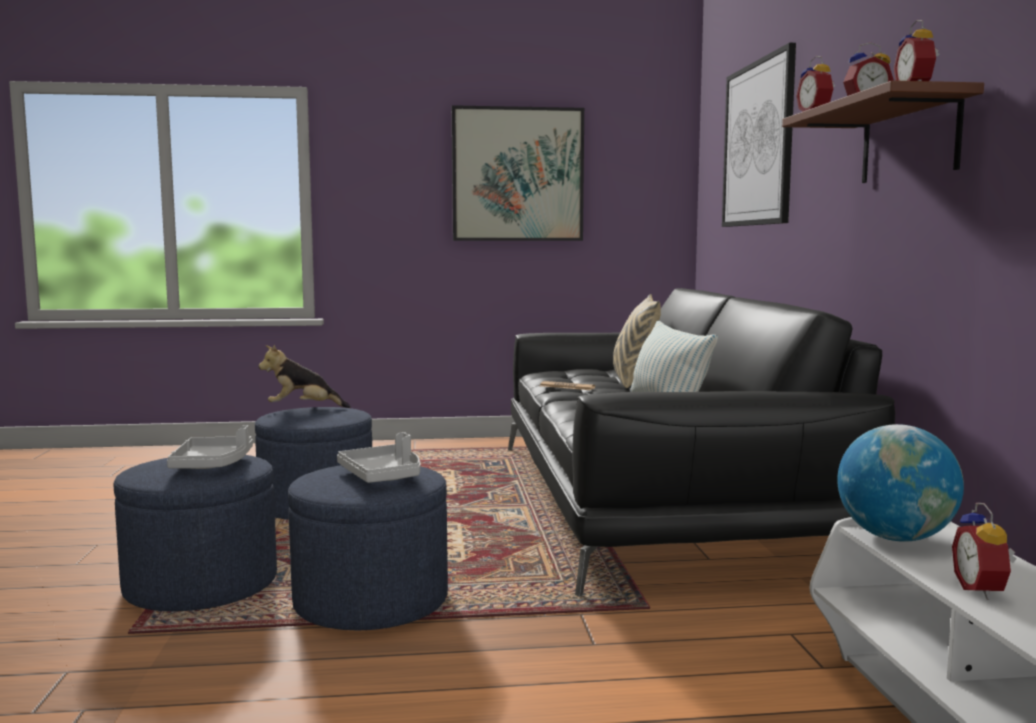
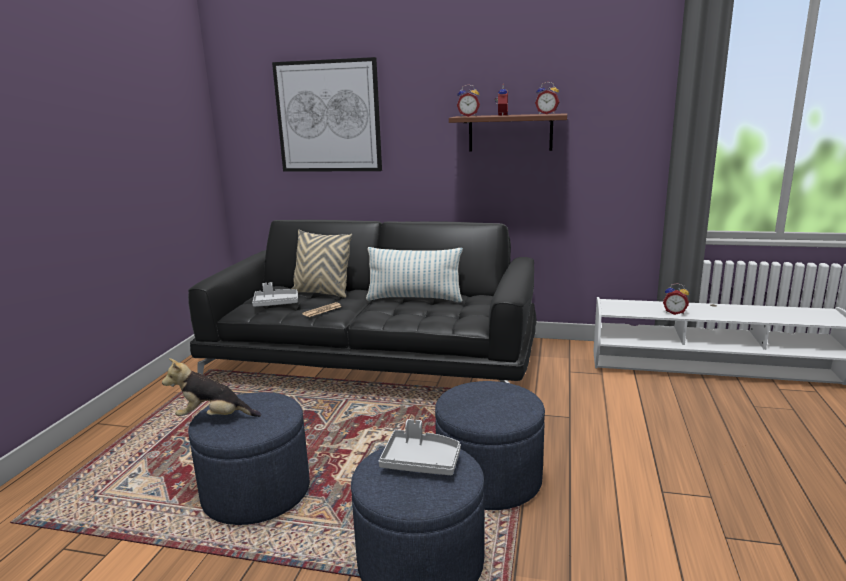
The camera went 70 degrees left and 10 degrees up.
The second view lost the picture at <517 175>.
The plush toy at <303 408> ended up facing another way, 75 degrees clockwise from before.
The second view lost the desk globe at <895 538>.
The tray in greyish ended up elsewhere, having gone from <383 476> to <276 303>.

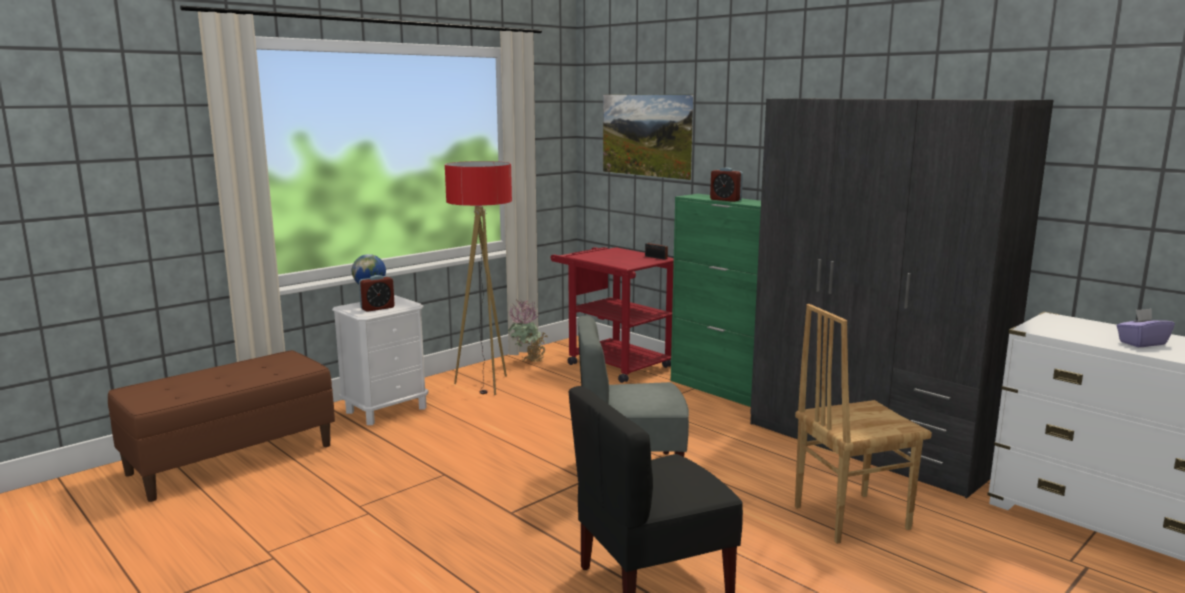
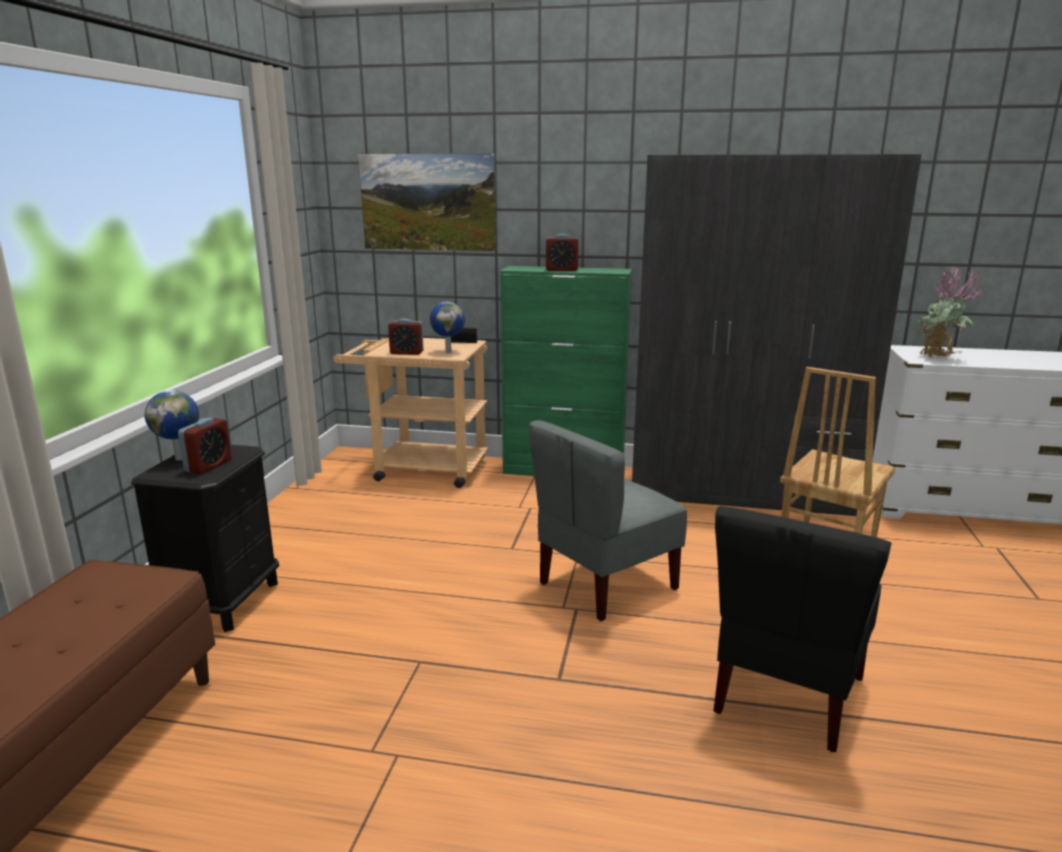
The camera went 35 degrees left and 5 degrees up.
The second view lost the standard lamp at <485 385>.
What was the cart in reddish at <612 363> turned into the cart in sand-coloured at <420 469>.
What was the bedside table in whitish at <386 410> turned into the bedside table in black at <225 601>.
The potted plant ended up elsewhere, having gone from <528 363> to <940 358>.
The second view lost the tissue box in purple-coloured at <1141 343>.
The second view gained the desk globe at <448 352>.
The second view gained the bedside clock at <406 353>.

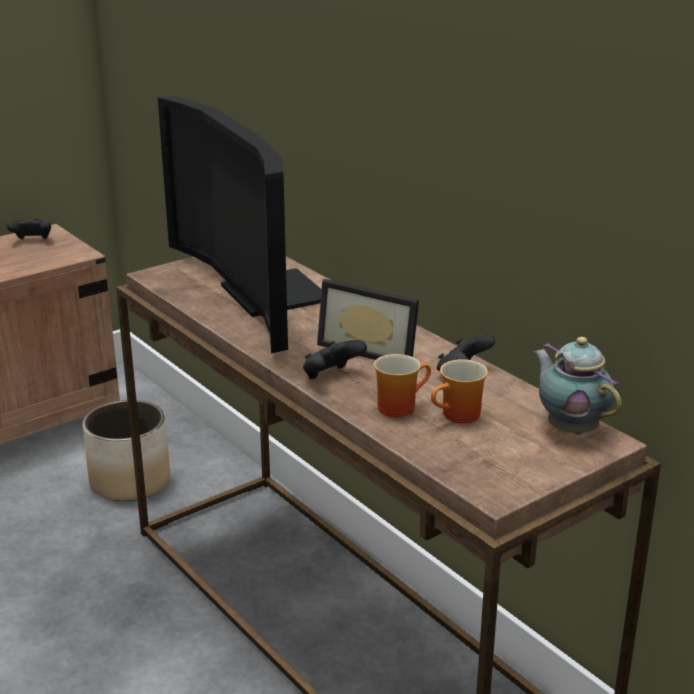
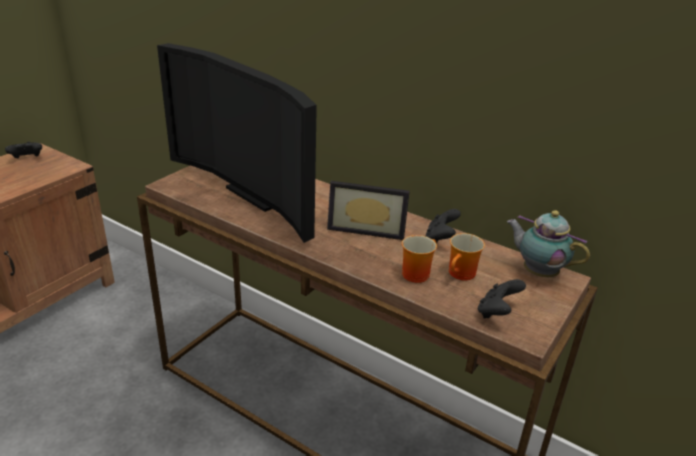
The camera went 20 degrees left and 5 degrees up.
The gamepad in black ended up elsewhere, having gone from <331 377> to <497 312>.
The second view lost the planter at <130 481>.

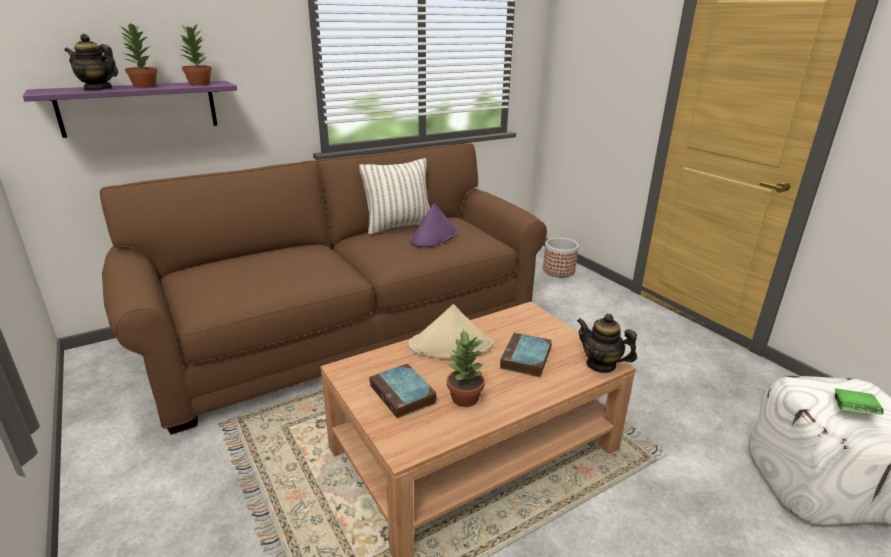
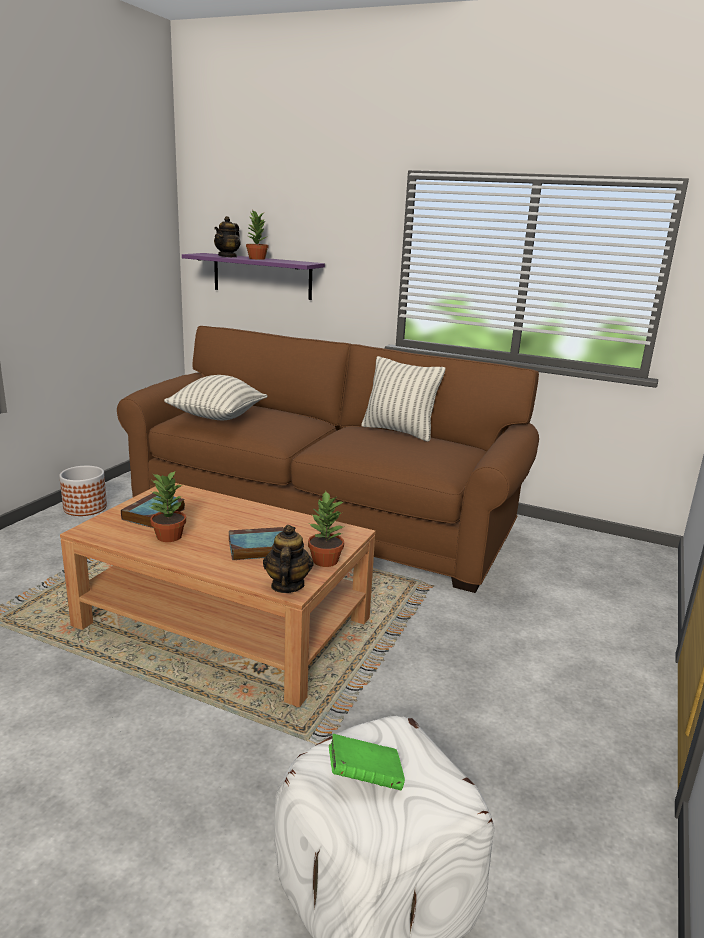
The camera went 55 degrees right and 5 degrees down.
The potted plant ended up elsewhere, having gone from <199 84> to <325 561>.
The teapot at <98 89> ended up facing another way, 135 degrees counterclockwise from before.
The second view lost the wearable hat in purple-coloured at <434 237>.
The planter ended up elsewhere, having gone from <559 270> to <85 508>.
The second view lost the wearable hat in sand-coloured at <451 346>.
The second view gained the cushion at <217 418>.

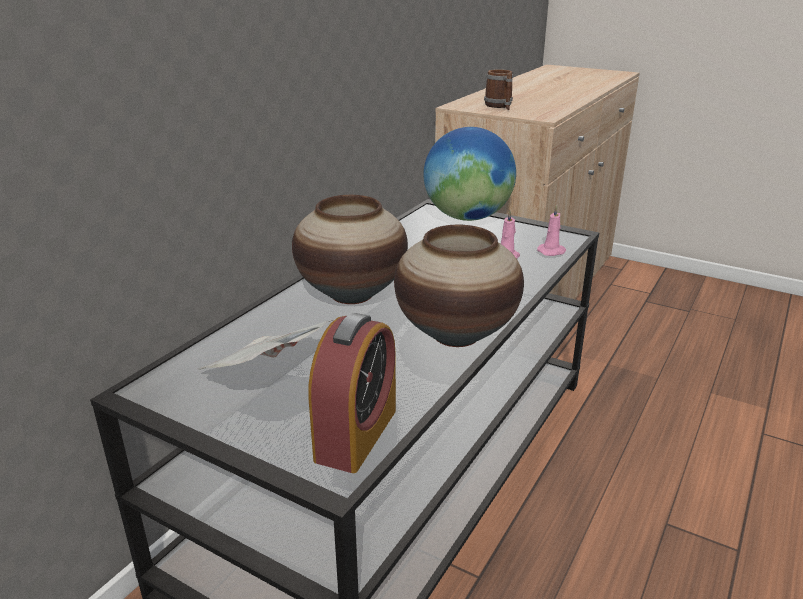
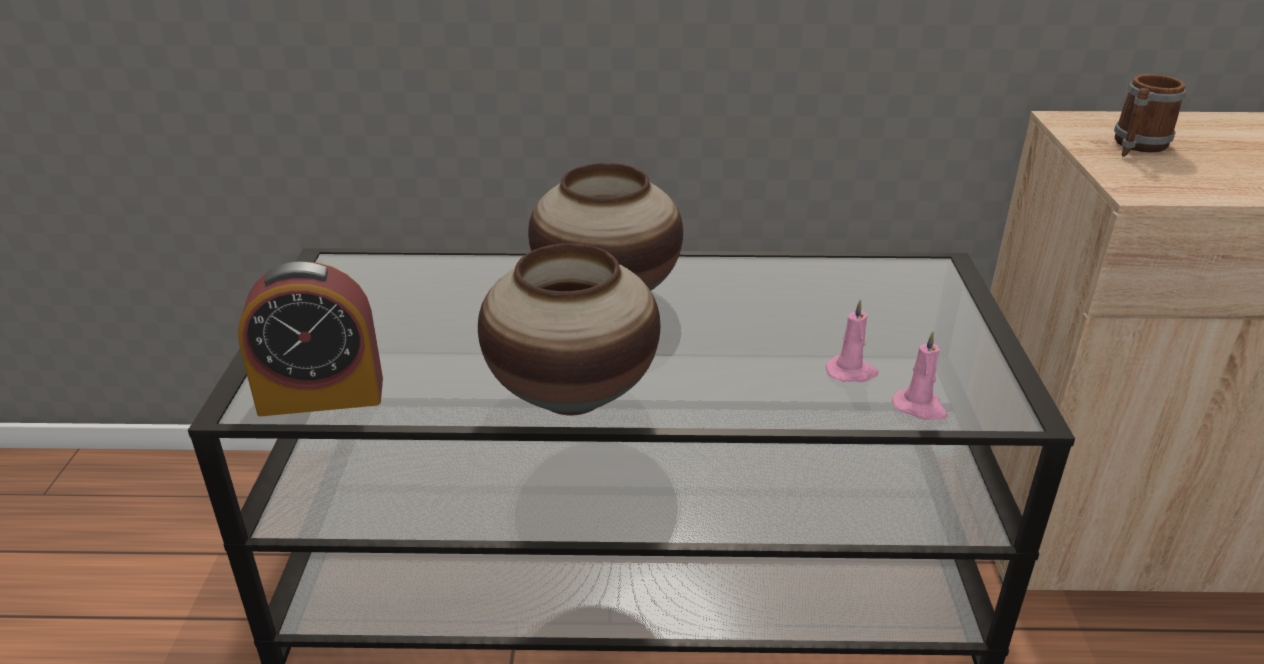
The camera went 60 degrees right and 5 degrees up.
The second view lost the desk globe at <467 217>.
The second view lost the newspaper at <272 377>.

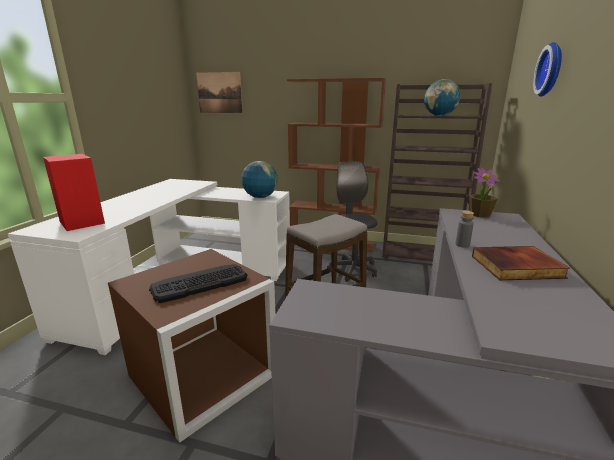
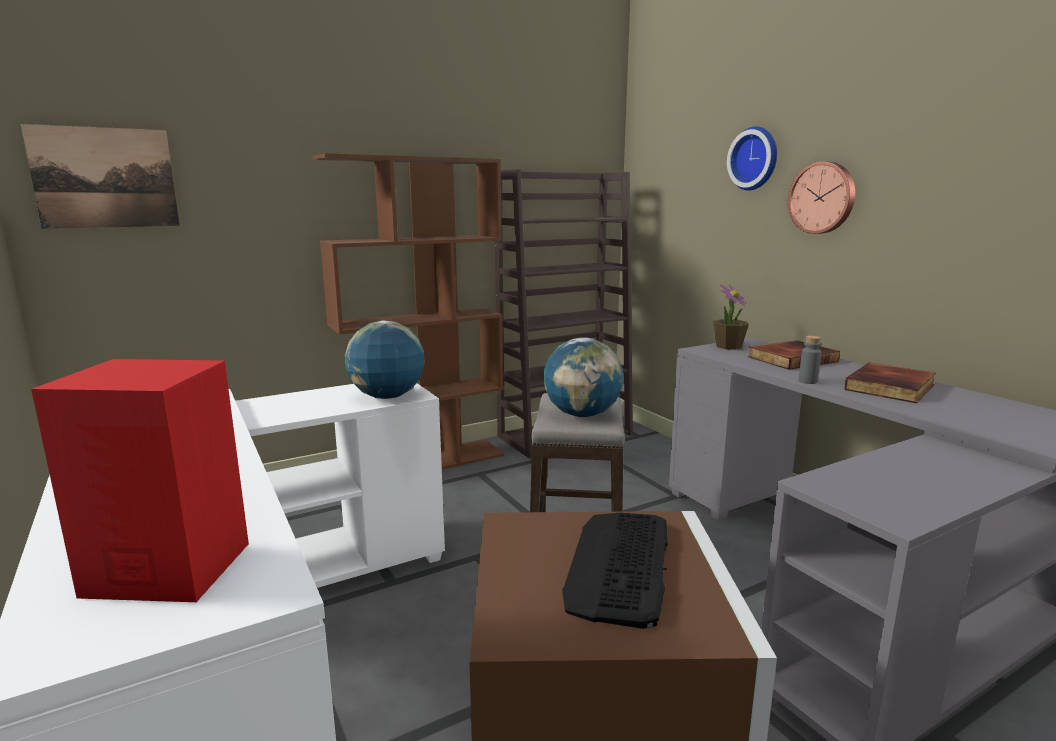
The camera went 45 degrees left and 5 degrees down.
The desk globe ended up elsewhere, having gone from <439 115> to <582 415>.
The second view lost the computer chair in greyish at <353 270>.
The second view gained the clock on the wall at <822 198>.
The second view gained the volume at <791 359>.

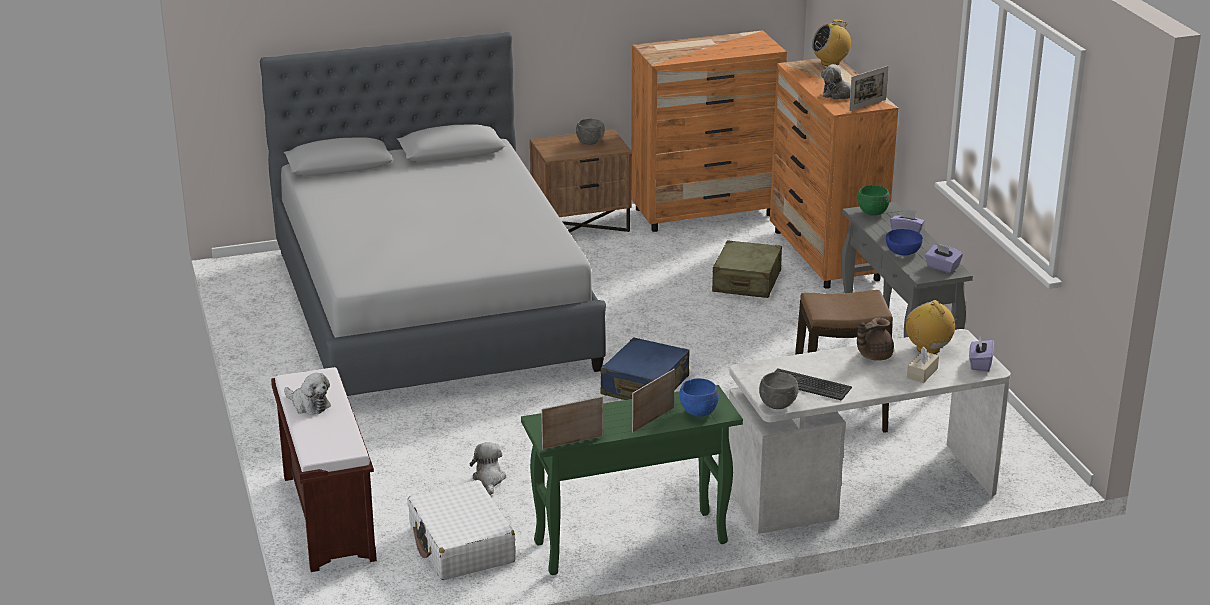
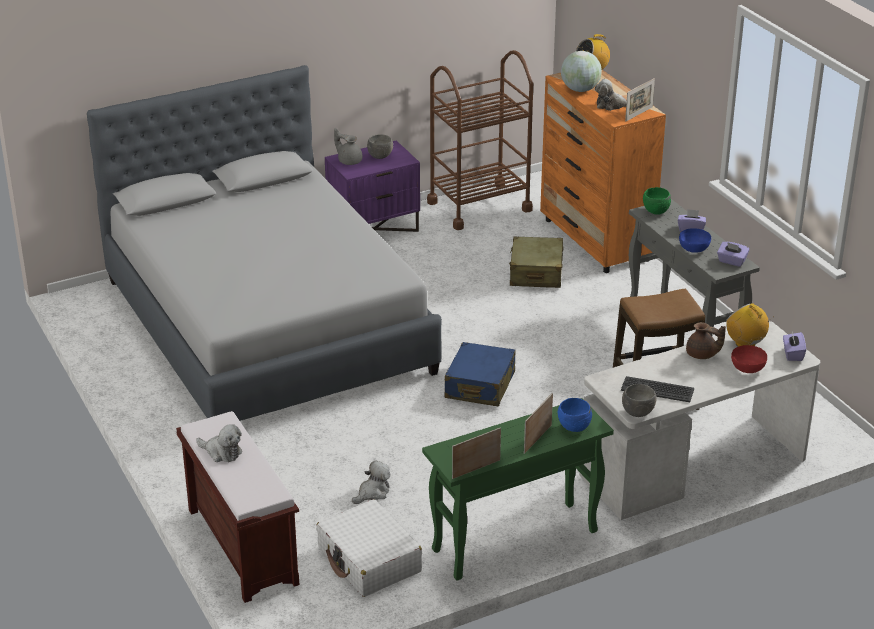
The camera went 10 degrees left and 5 degrees up.
Where the dresser in orange-coloured stood at <705 212>, the cart in brown-coloured came to stand at <479 206>.
What was the bedside table in brown-coloured at <581 225> turned into the bedside table in purple-coloured at <374 229>.
The teapot in brown-coloured at <873 355> ended up facing another way, 105 degrees counterclockwise from before.
Where the tissue box in sand-coloured stood at <922 373>, the serving bowl in reddish came to stand at <748 368>.
The plush toy at <489 479> ended up facing another way, 60 degrees clockwise from before.
The second view gained the desk globe at <580 89>.
The second view gained the teapot in greyish at <349 161>.

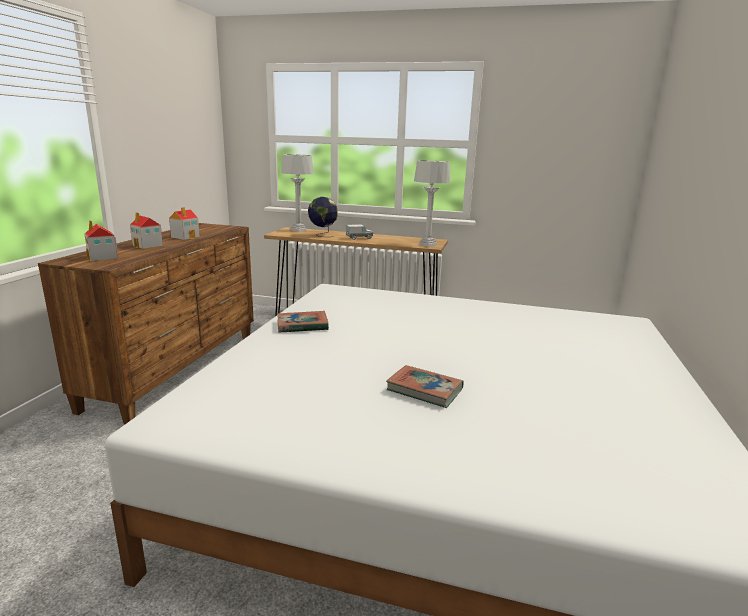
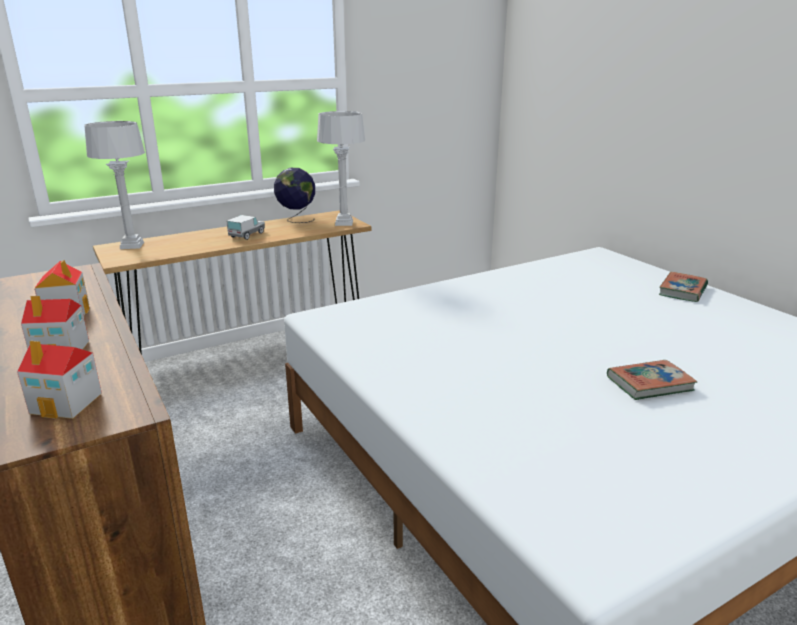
The camera went 45 degrees left and 5 degrees up.
The desk globe ended up elsewhere, having gone from <323 235> to <296 220>.
The volume ended up elsewhere, having gone from <302 325> to <682 290>.

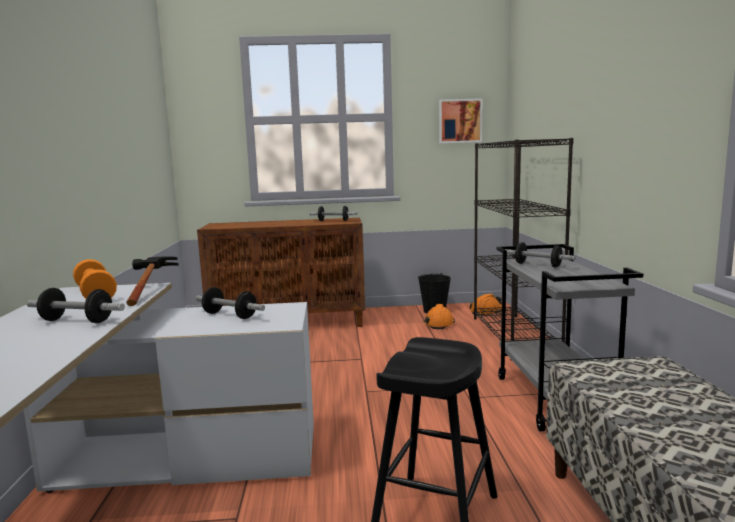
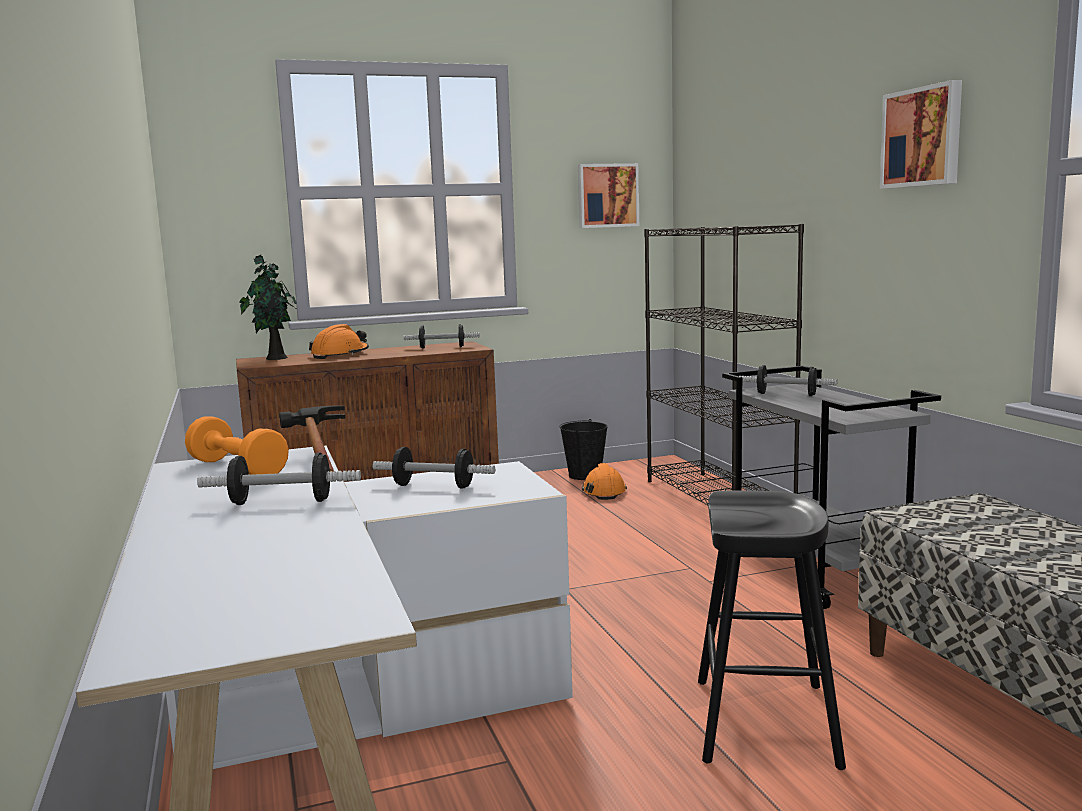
The camera went 15 degrees left and 0 degrees up.
The safety helmet in orange-coloured ended up elsewhere, having gone from <487 312> to <340 355>.
The second view gained the picture at <923 137>.
The second view gained the potted plant at <274 358>.

